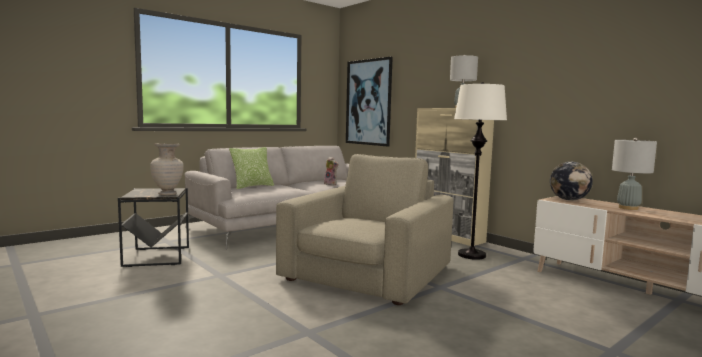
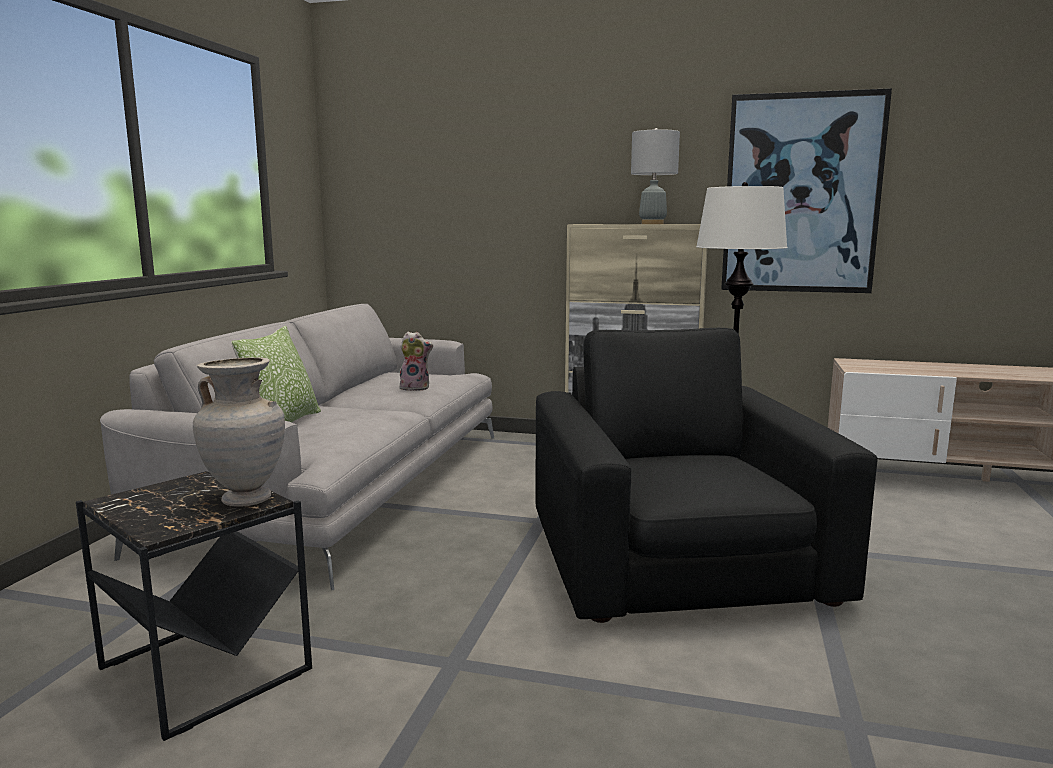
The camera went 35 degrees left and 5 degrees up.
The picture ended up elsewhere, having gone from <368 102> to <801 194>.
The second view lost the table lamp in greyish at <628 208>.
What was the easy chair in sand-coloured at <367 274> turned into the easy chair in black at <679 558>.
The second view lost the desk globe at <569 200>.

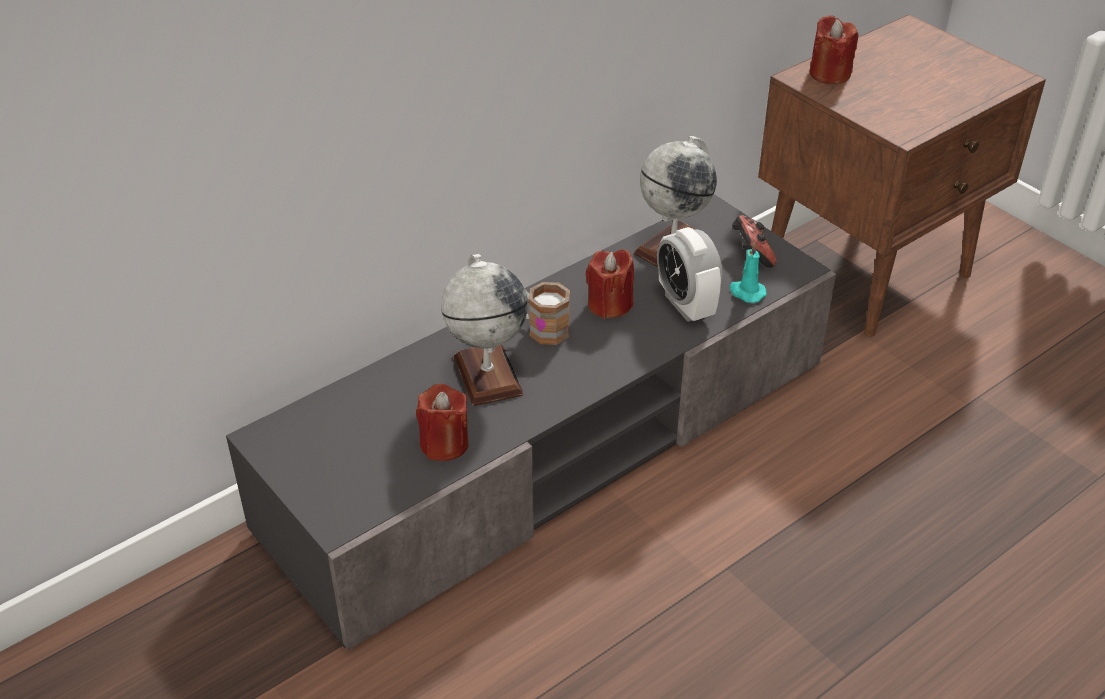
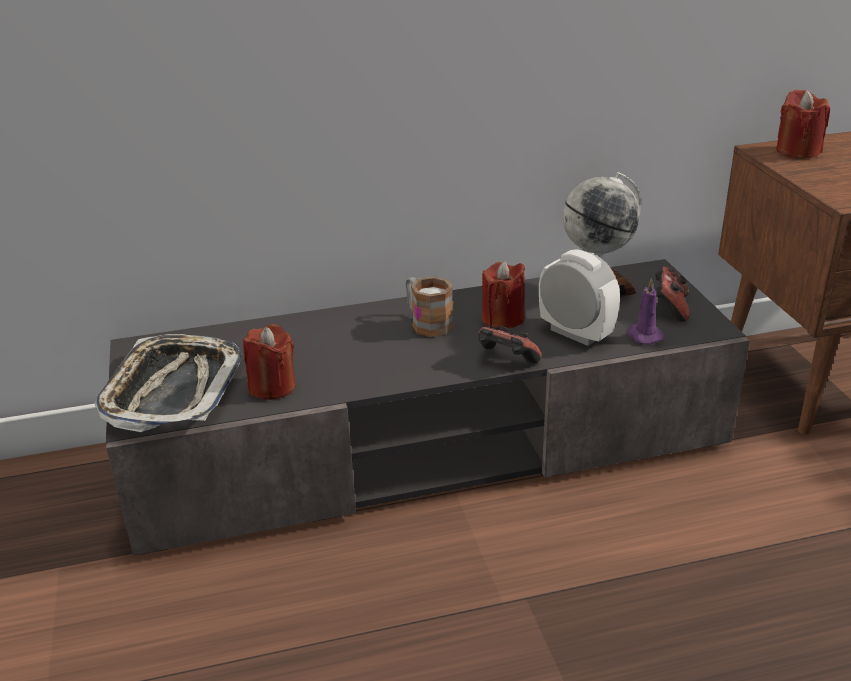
The camera went 25 degrees right and 10 degrees down.
The bedside clock at <686 305> ended up facing another way, 135 degrees clockwise from before.
What was the wax candle in turquoise at <746 292> turned into the wax candle in purple-coloured at <643 335>.
The second view lost the desk globe at <487 375>.
The second view gained the gamepad at <506 361>.
The second view gained the tray at <172 390>.

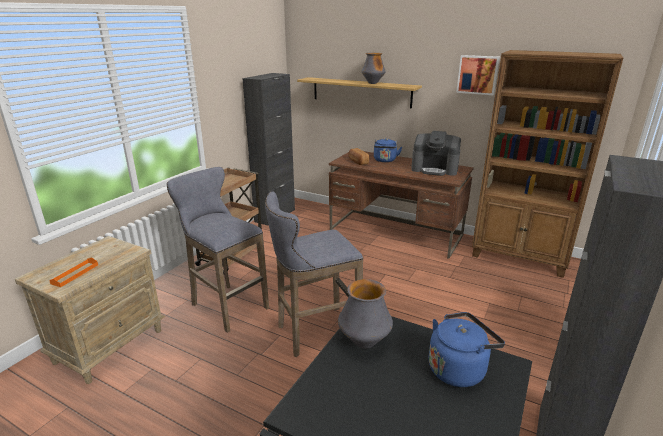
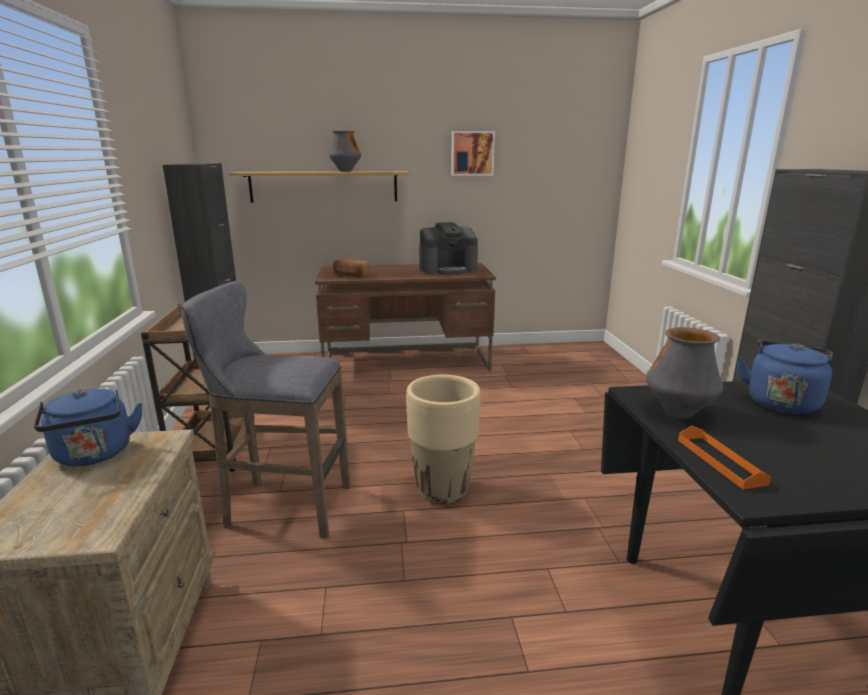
The camera went 35 degrees left and 5 degrees down.
The second view lost the bookshelf in brown-coloured at <519 257>.
The kettle in blue-coloured ended up elsewhere, having gone from <385 160> to <95 455>.
Where the stool seat in greyish stood at <314 332>, the planter in sand-coloured came to stand at <442 490>.
The tray in orange-coloured ended up elsewhere, having gone from <75 274> to <720 461>.

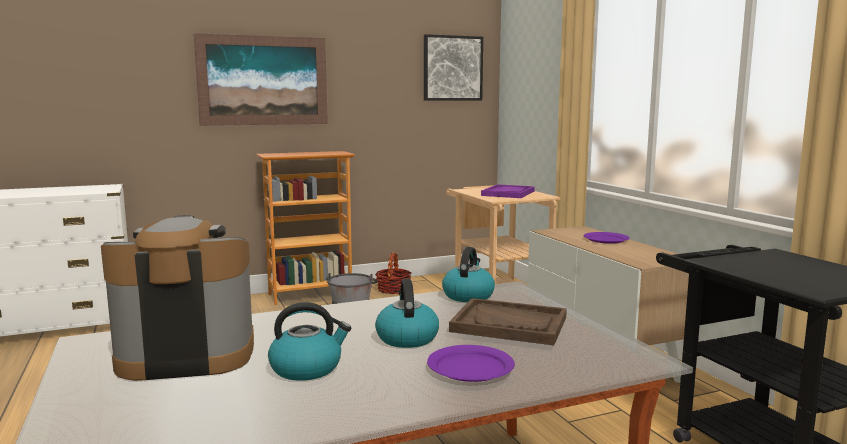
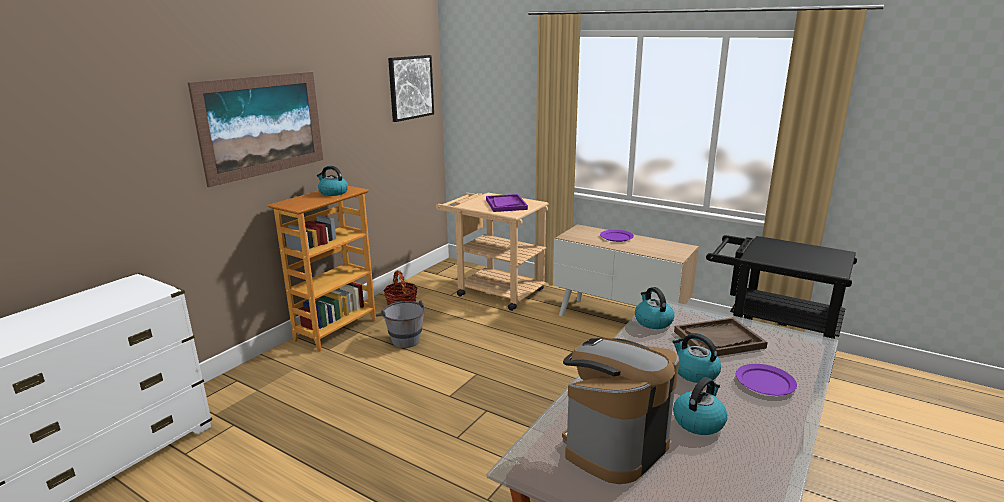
The camera went 35 degrees left and 10 degrees up.
The second view gained the kettle at <333 193>.

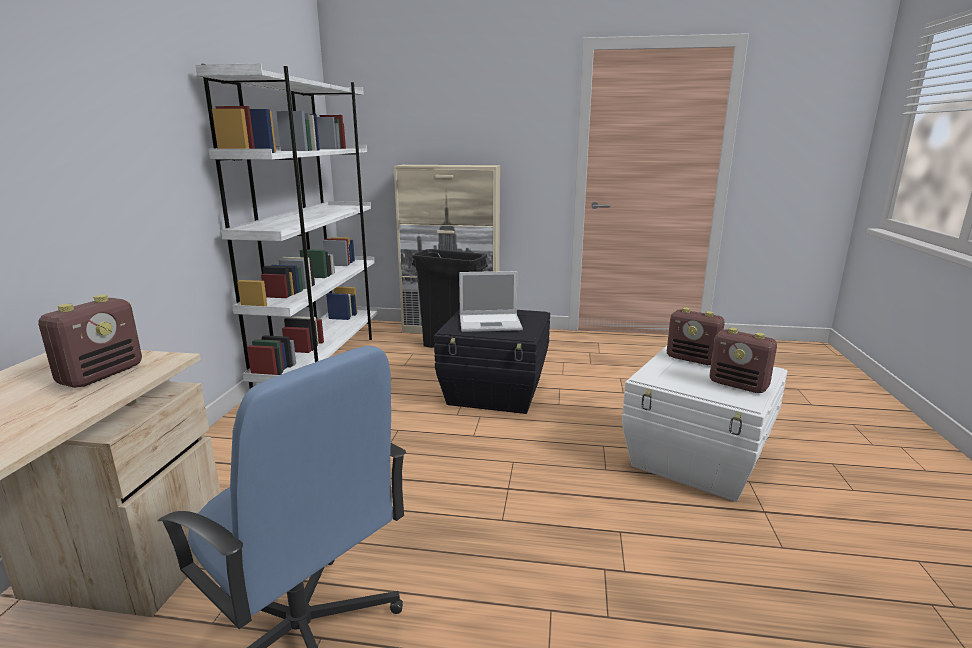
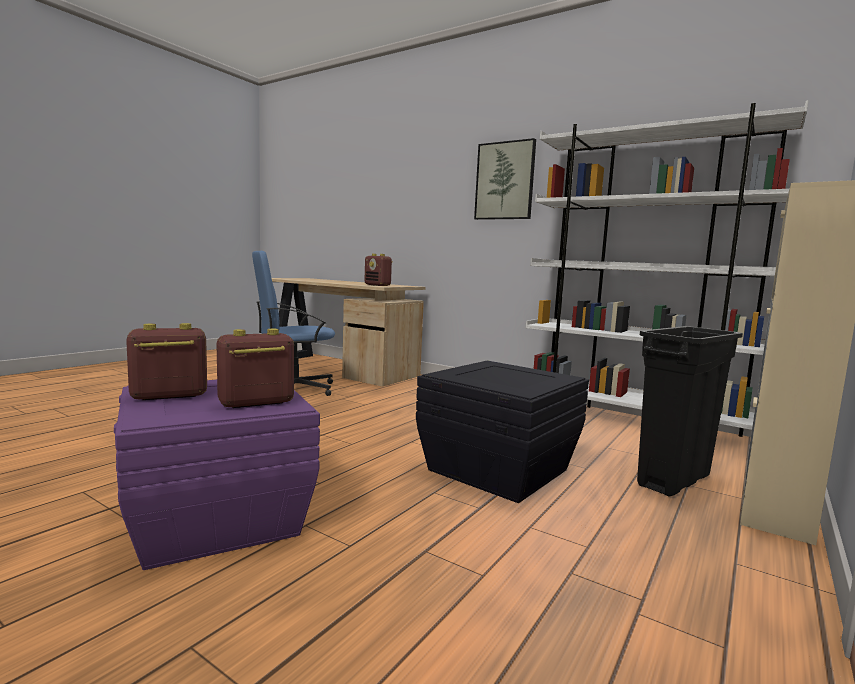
The camera went 115 degrees right and 10 degrees down.
The second view lost the portable computer at <491 323>.
What was the storage box in whitish at <697 460> turned into the storage box in purple-coloured at <215 518>.
The second view gained the picture at <505 181>.

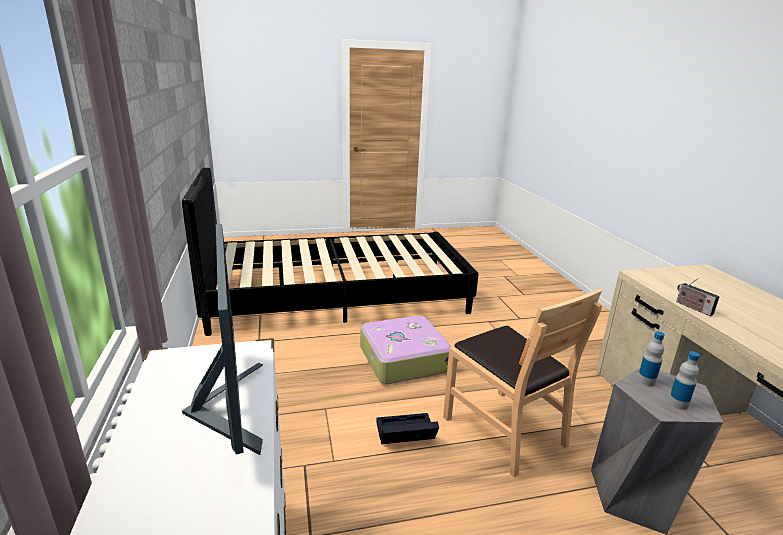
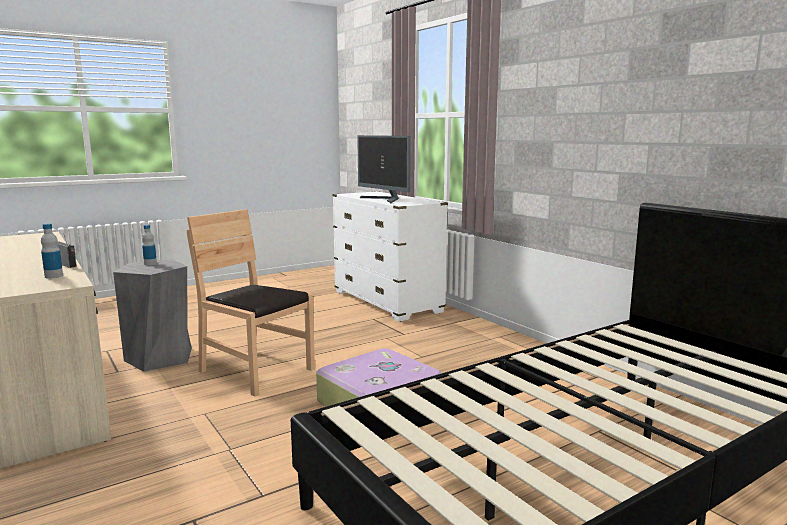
The camera went 160 degrees right and 10 degrees down.
The bottle ended up elsewhere, having gone from <646 381> to <54 276>.
The second view lost the storage box in black at <404 434>.

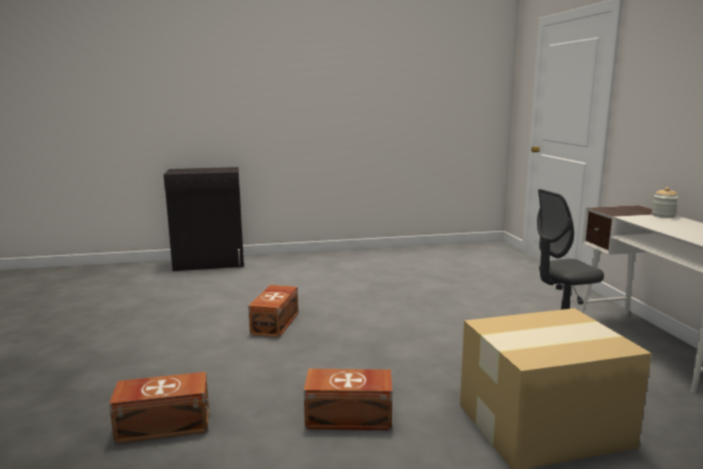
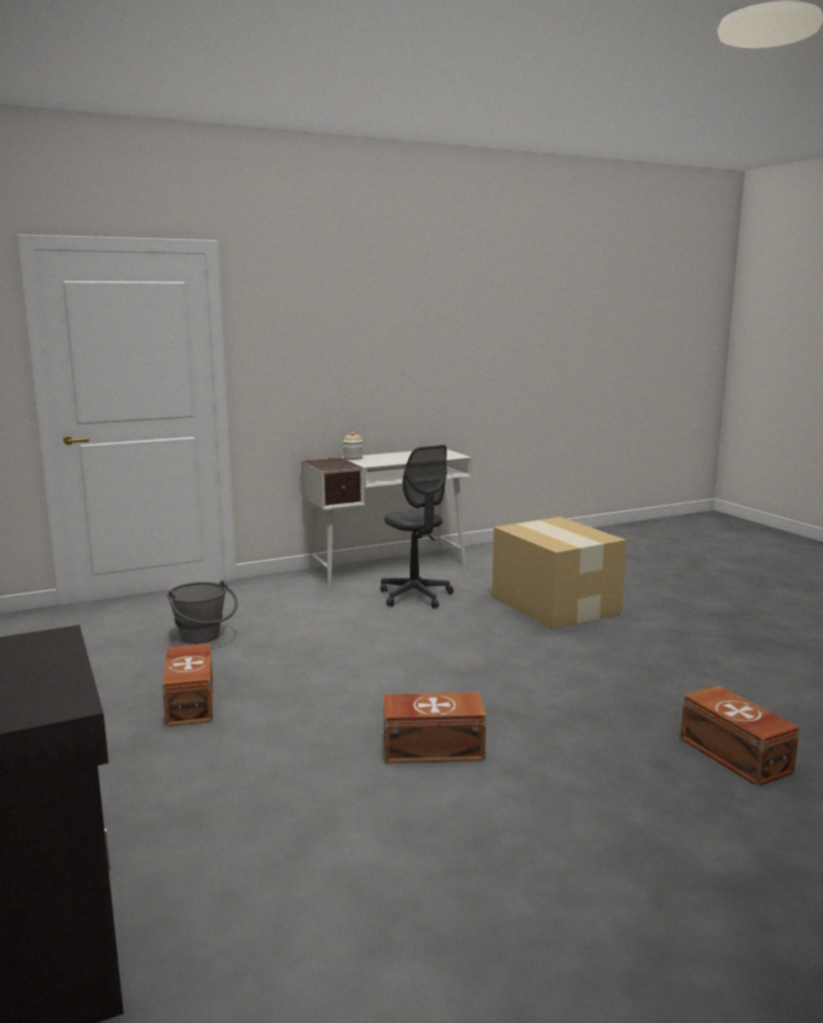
The camera went 105 degrees left and 0 degrees up.
The storage box in brown-coloured ended up elsewhere, having gone from <350 418> to <192 702>.
The second view gained the pail in greyish at <204 638>.

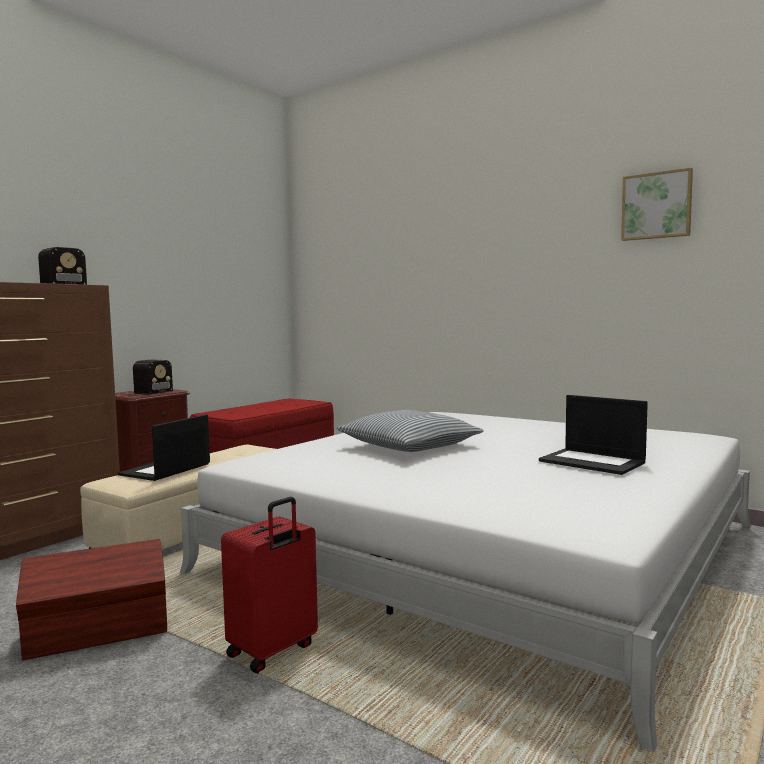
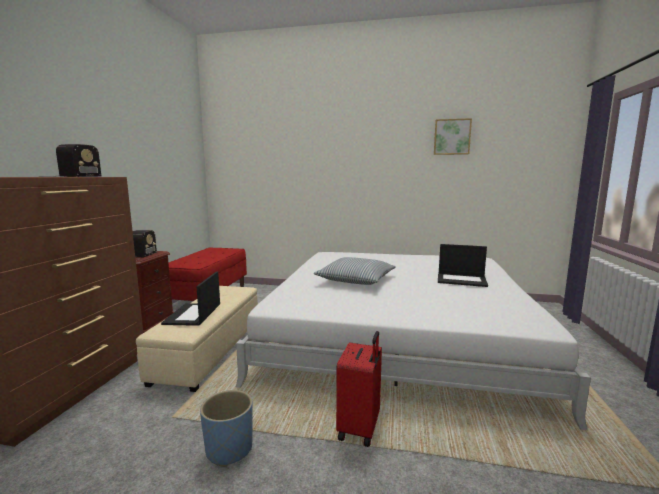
The camera went 25 degrees left and 5 degrees up.
Where the storage box in brown-coloured stood at <99 632>, the planter in blue-coloured came to stand at <229 449>.

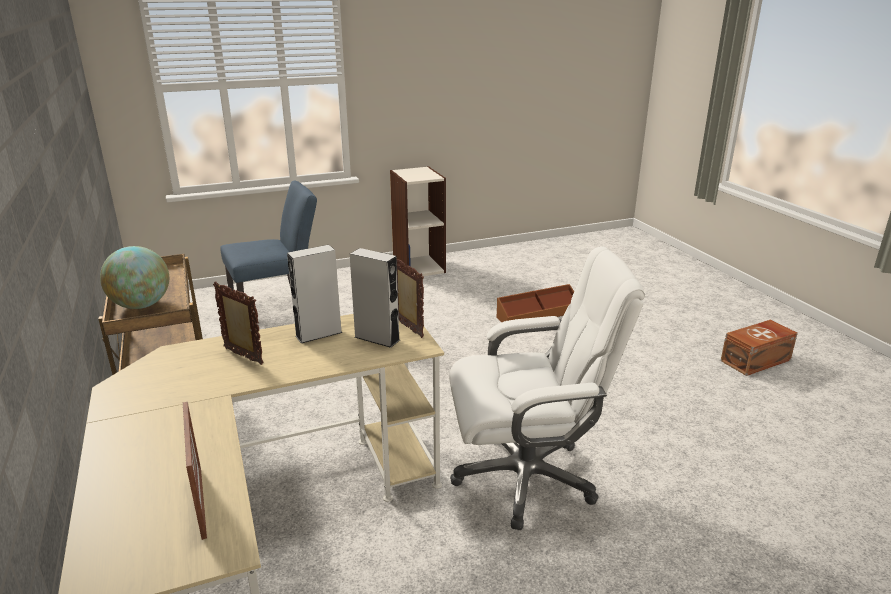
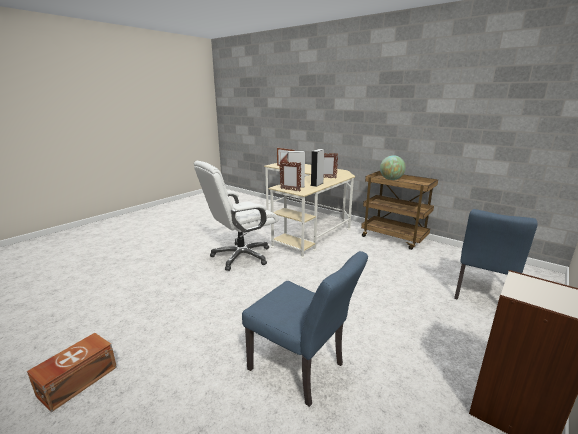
The camera went 150 degrees right and 5 degrees down.
Where the storage box in brown-coloured stood at <538 314>, the plain chair in blue-coloured came to stand at <302 370>.

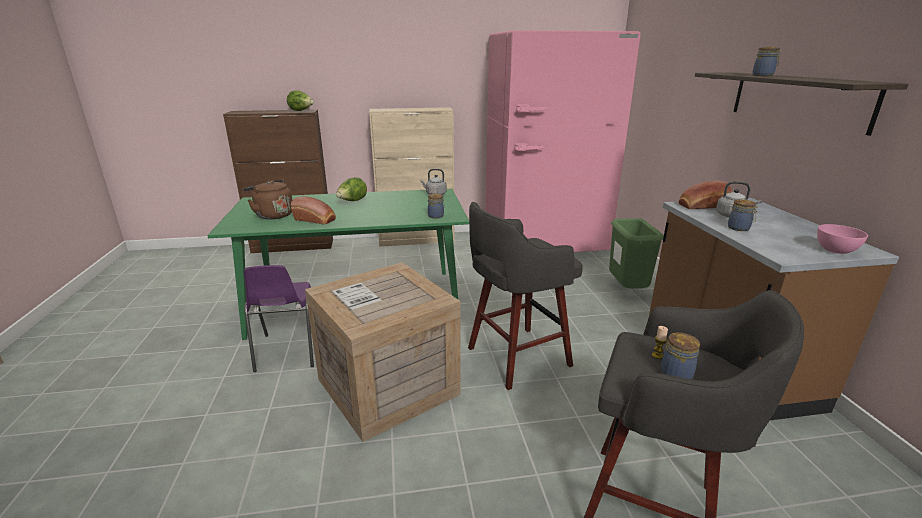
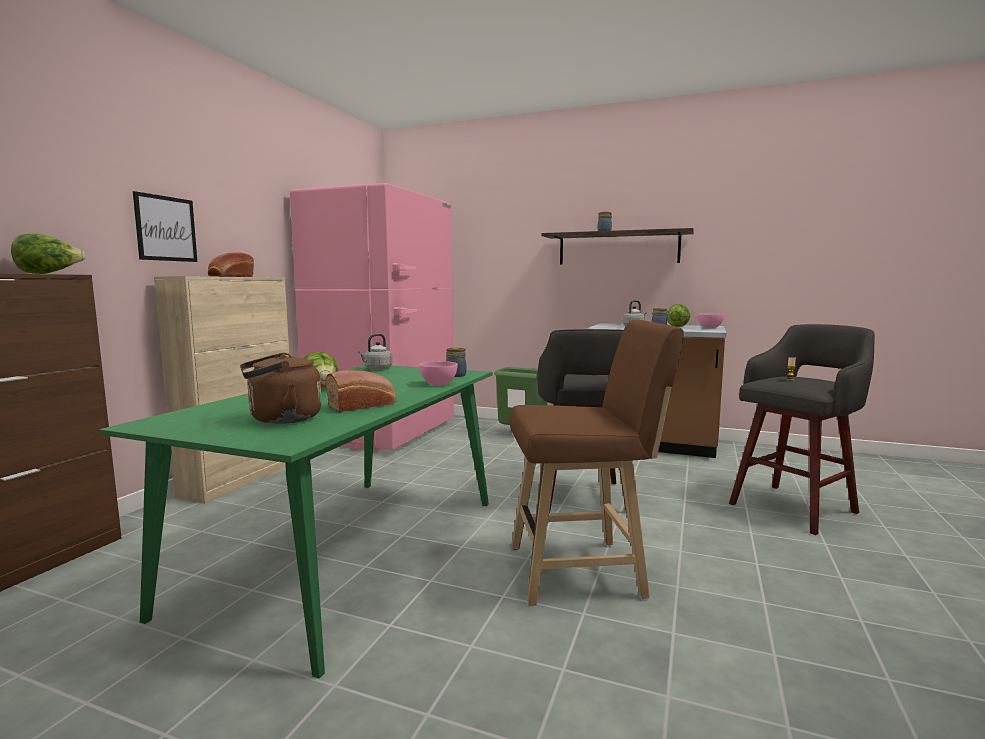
The camera went 60 degrees left and 15 degrees down.
The baked bread ended up elsewhere, having gone from <701 206> to <230 276>.
Where the crate stood at <387 388>, the stool seat in brown-coloured came to stand at <583 571>.
The second view lost the plain chair in purple-coloured at <288 351>.
The second view lost the storage jar at <677 373>.
The second view gained the picture at <166 228>.
The second view gained the head of lettuce at <677 326>.
The second view gained the serving bowl in pink at <438 384>.

